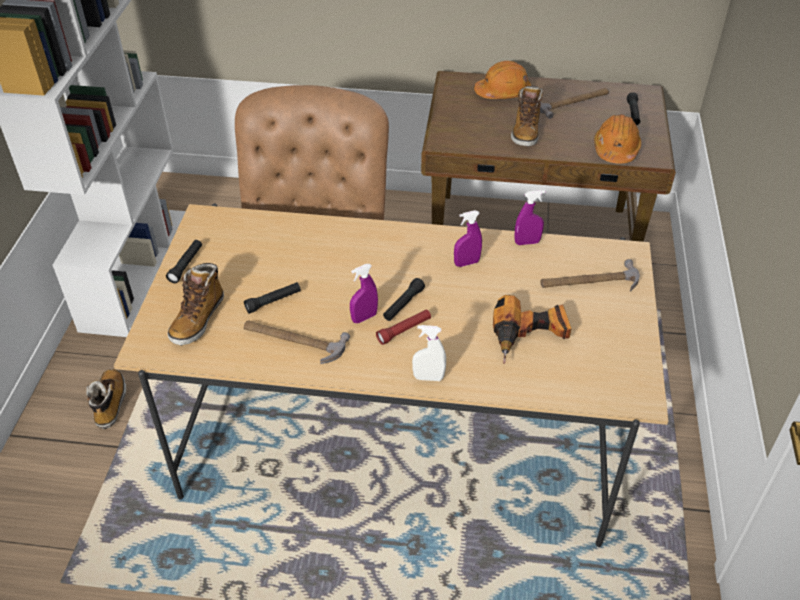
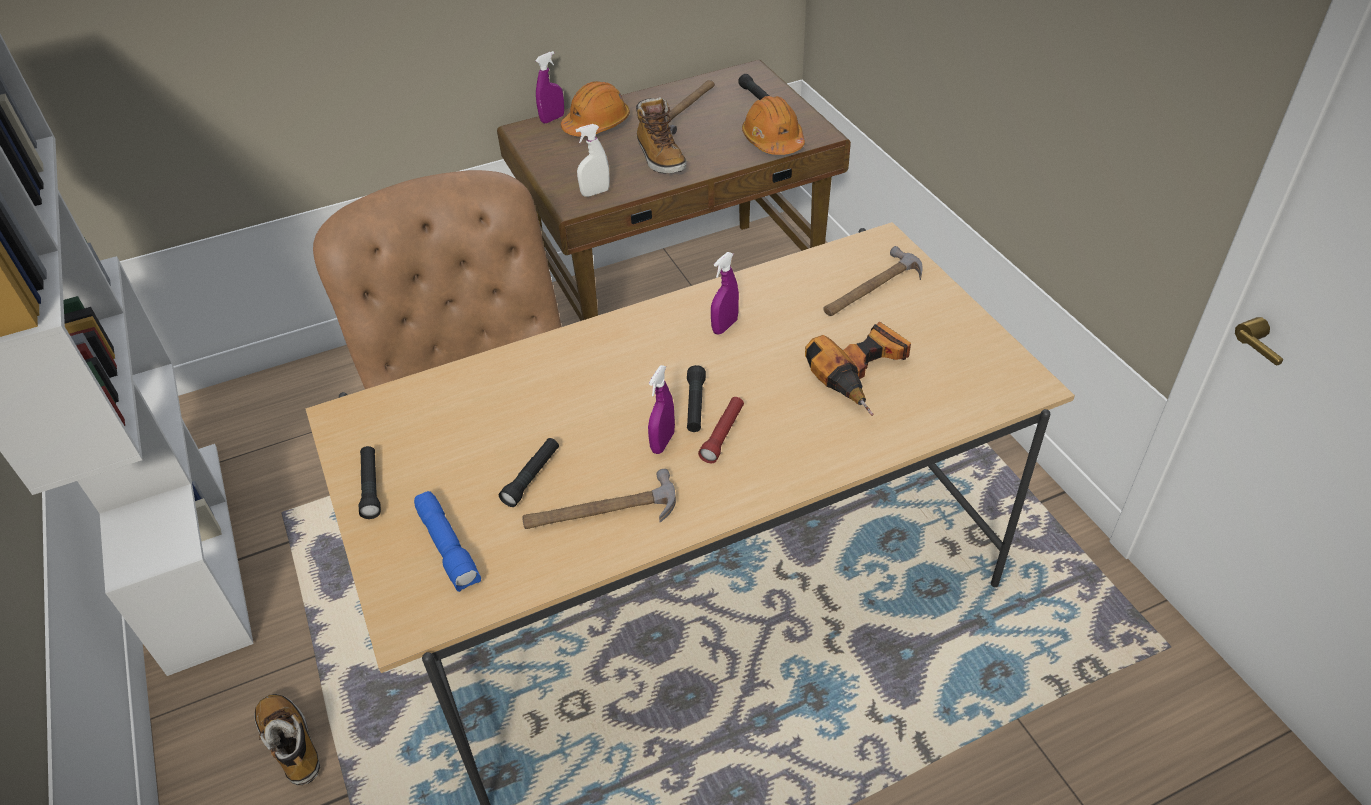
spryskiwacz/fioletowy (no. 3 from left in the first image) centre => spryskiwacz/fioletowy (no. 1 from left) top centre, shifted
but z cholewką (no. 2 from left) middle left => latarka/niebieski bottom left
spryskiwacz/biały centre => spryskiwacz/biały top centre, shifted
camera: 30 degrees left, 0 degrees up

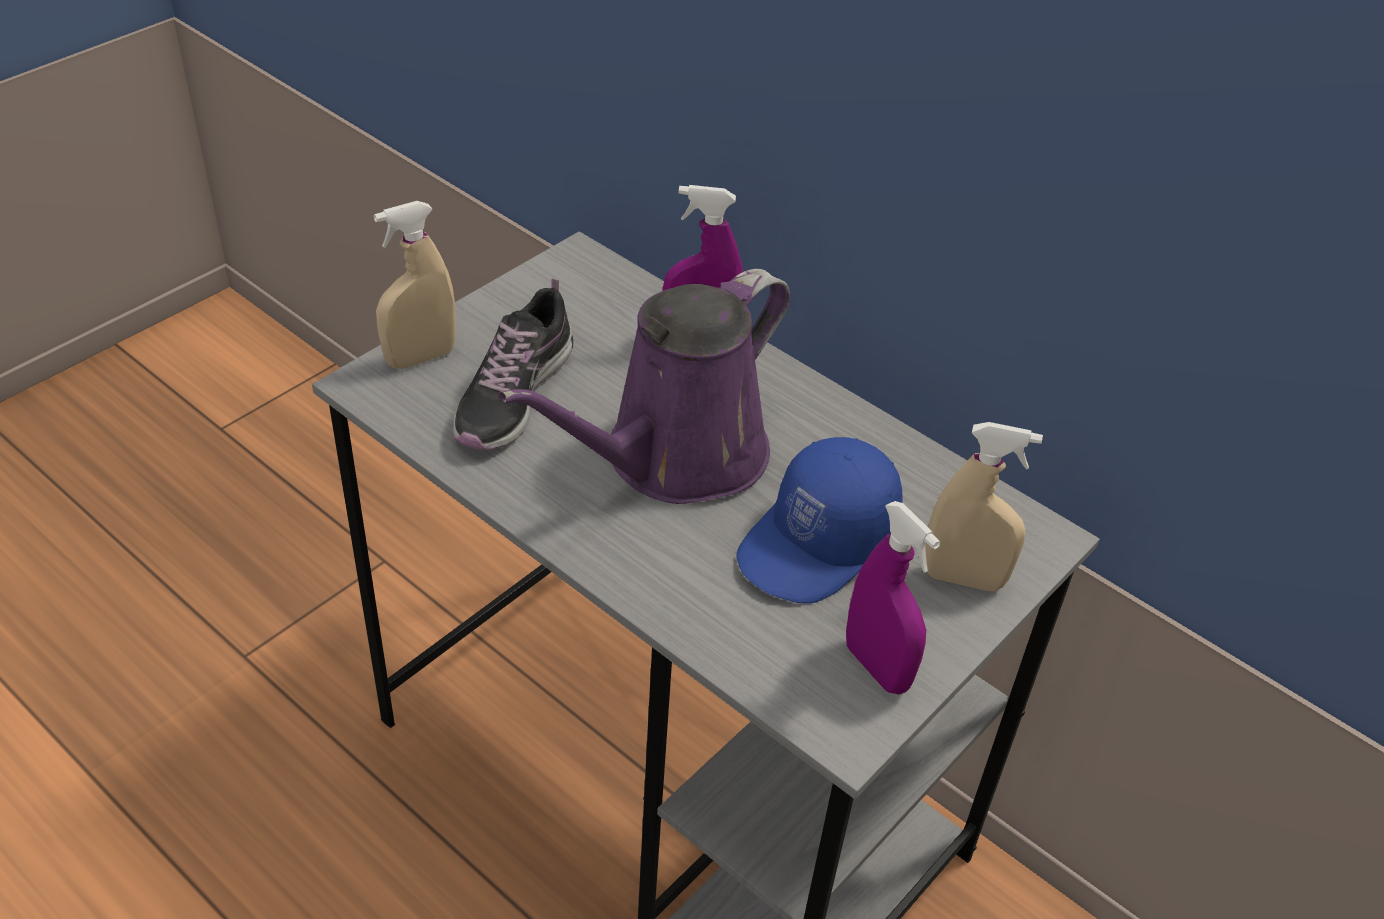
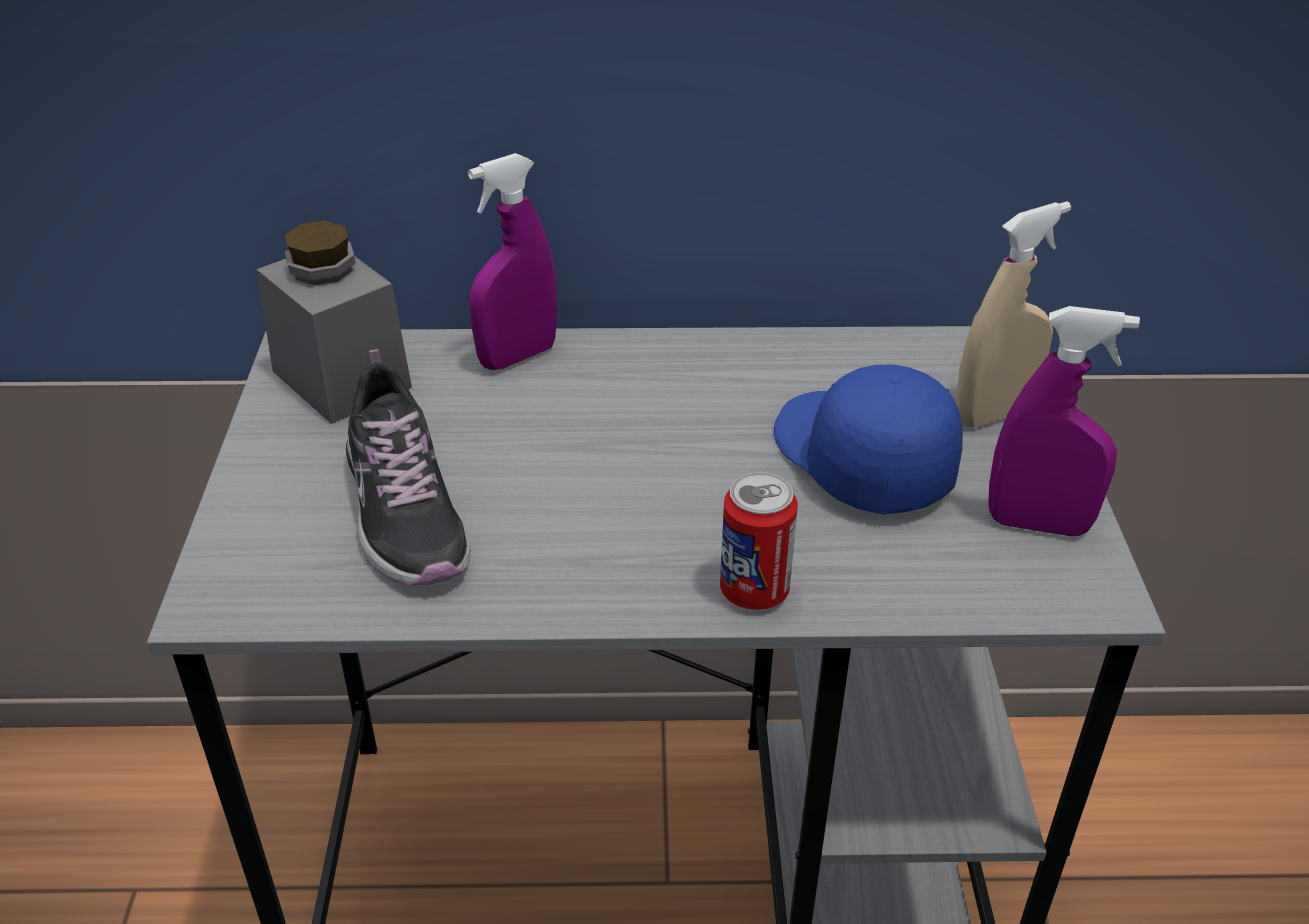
spryskiwacz/beżowy (no. 1 from left) top left => nothing
konewka/fioletowy centre => nothing
czapka z daszkiem/niebieski centre, 150 degrees clockwise
nothing => słoik/szary middle left
nothing => puszka centre
camera: 40 degrees left, 5 degrees down

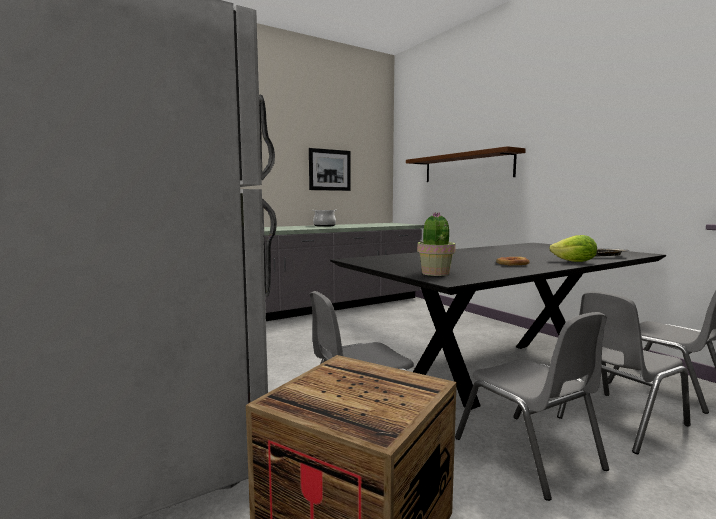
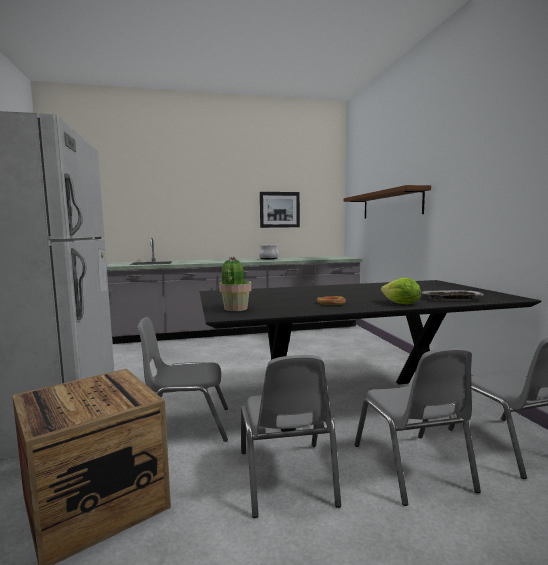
krzesło/szary (no. 3 from left) bottom right, 90 degrees counterclockwise
camera: 20 degrees right, 0 degrees up

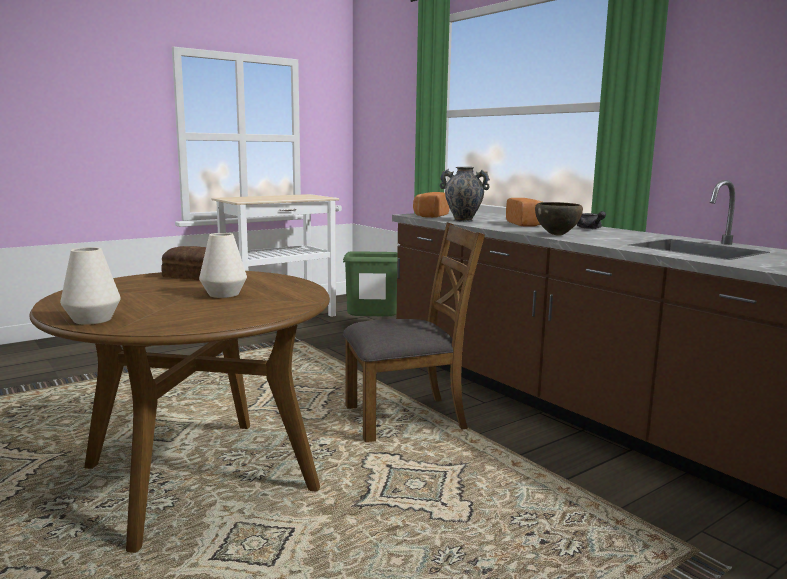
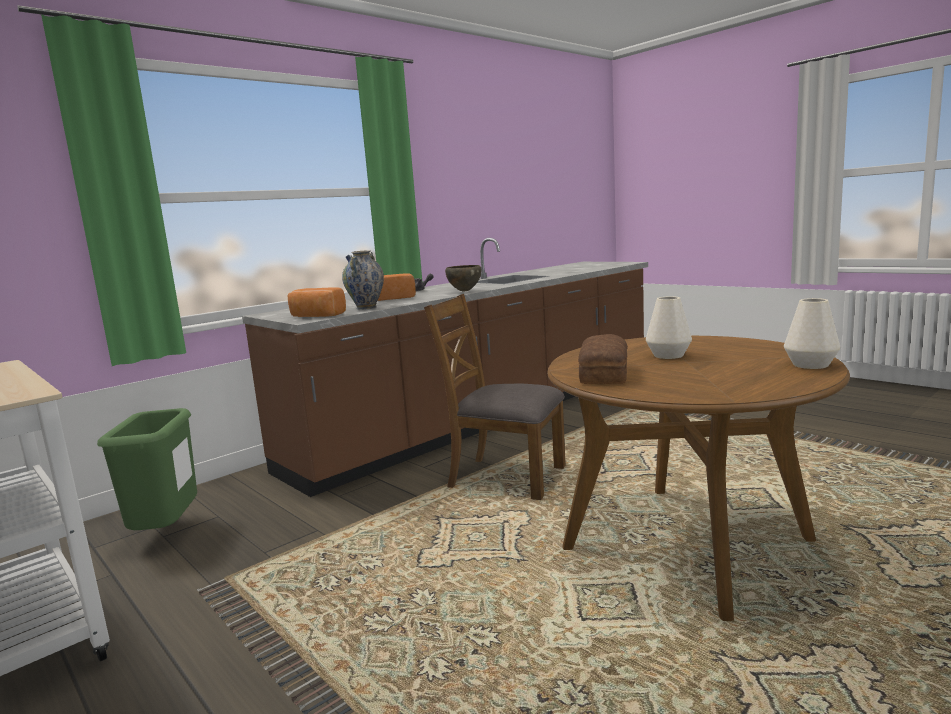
krzesło/brązowy centre, 45 degrees counterclockwise
camera: 95 degrees left, 0 degrees up

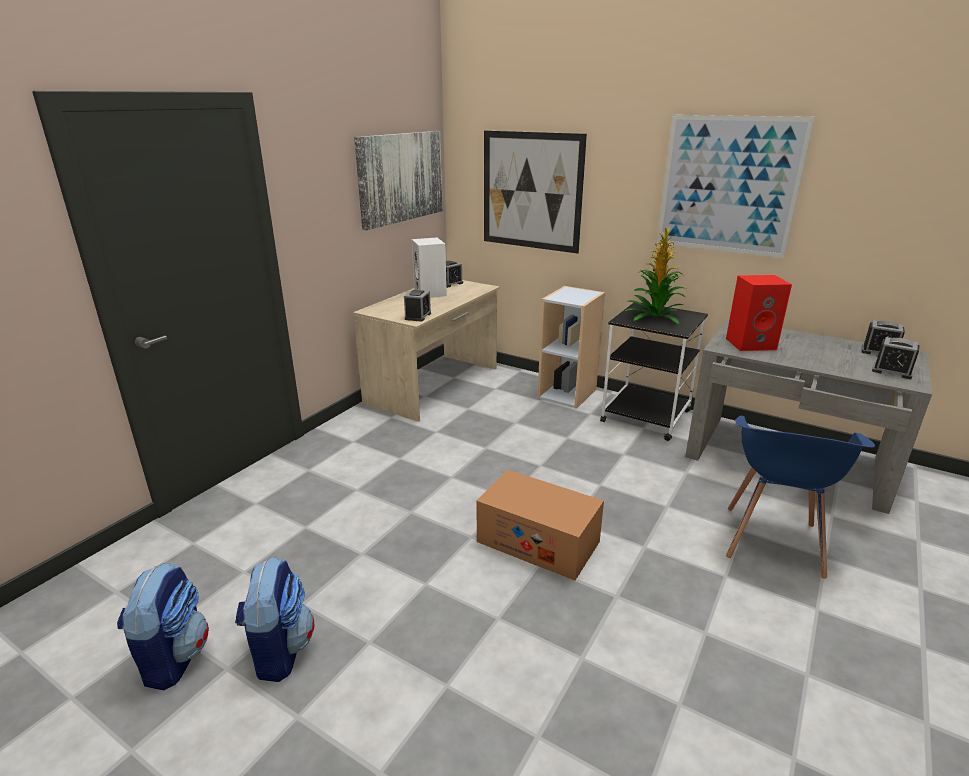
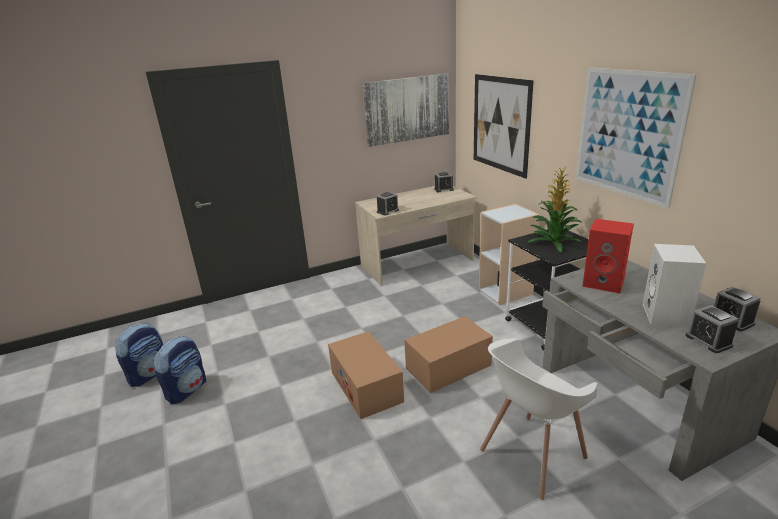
głośnik/biały centre => głośnik/biały middle right, shifted
krzesło/niebieski middle right => krzesło/biały bottom right
nothing => karton (no. 2 from left) bottom centre
camera: 35 degrees right, 0 degrees up

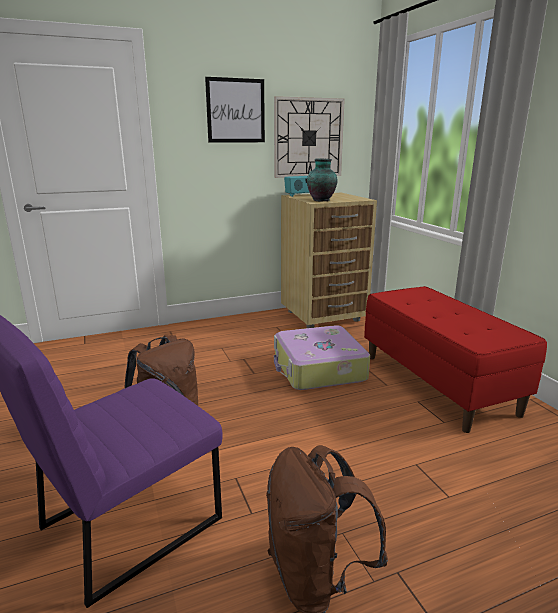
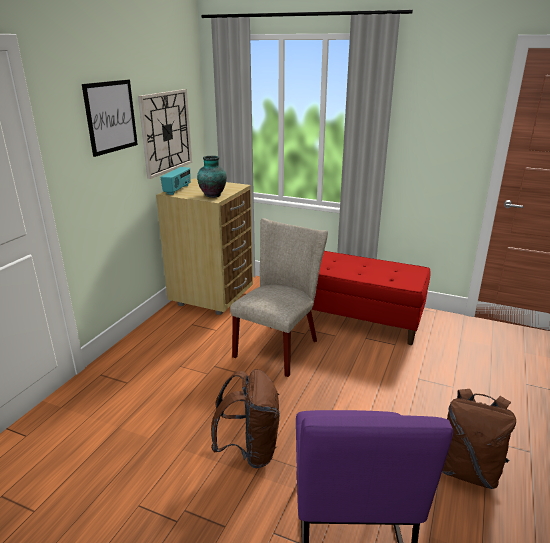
walizka centre => krzesło/beżowy centre
camera: 45 degrees left, 5 degrees up

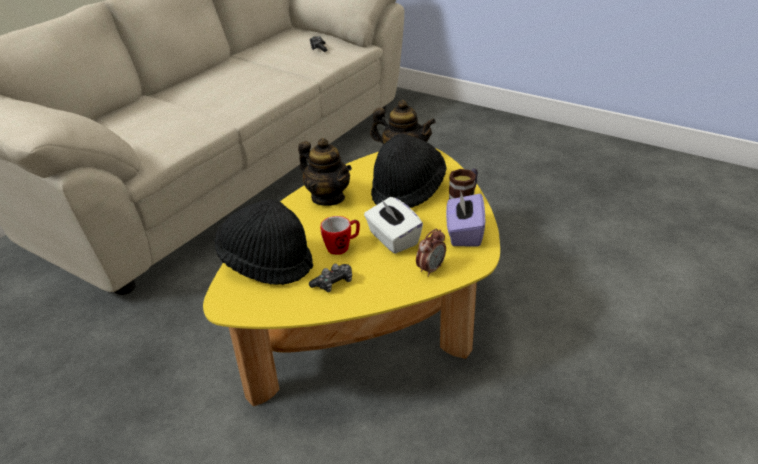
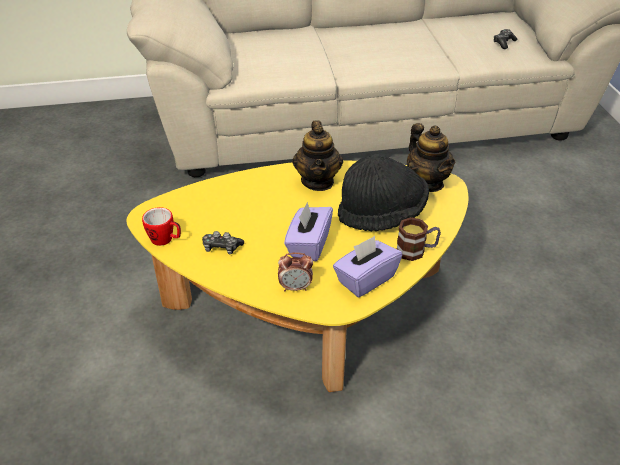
pudełko chusteczek/biały centre => pudełko chusteczek/fioletowy (no. 1 from left) centre
kapelusz/czarny (no. 1 from left) centre => nothing
kubek (no. 1 from left) centre => kubek (no. 1 from left) middle left, shifted
camera: 45 degrees right, 5 degrees up

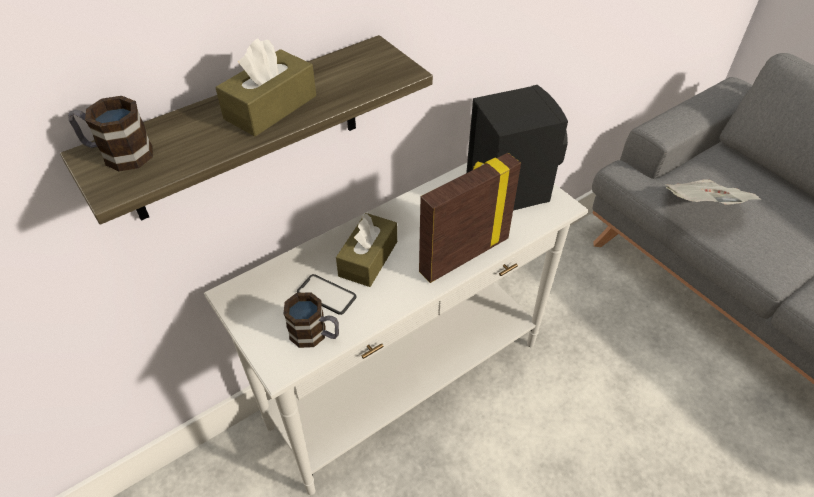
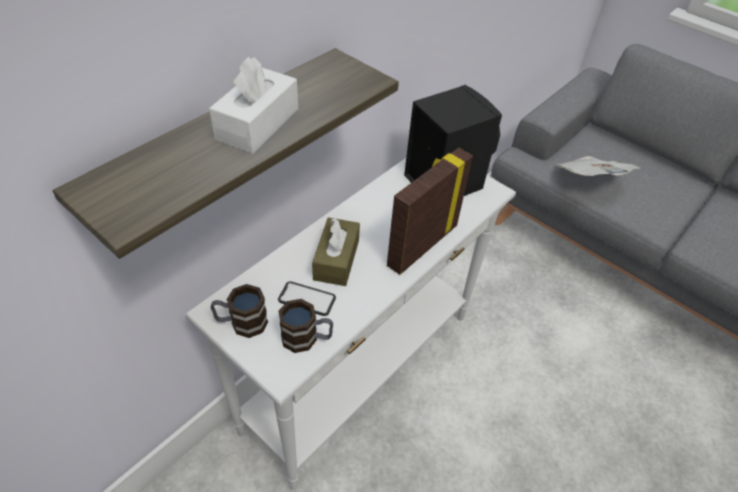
pudełko chusteczek/brązowy (no. 1 from left) top left => pudełko chusteczek/biały top centre
kubek (no. 1 from left) top left => kubek (no. 1 from left) middle left, shifted
camera: 15 degrees left, 0 degrees up

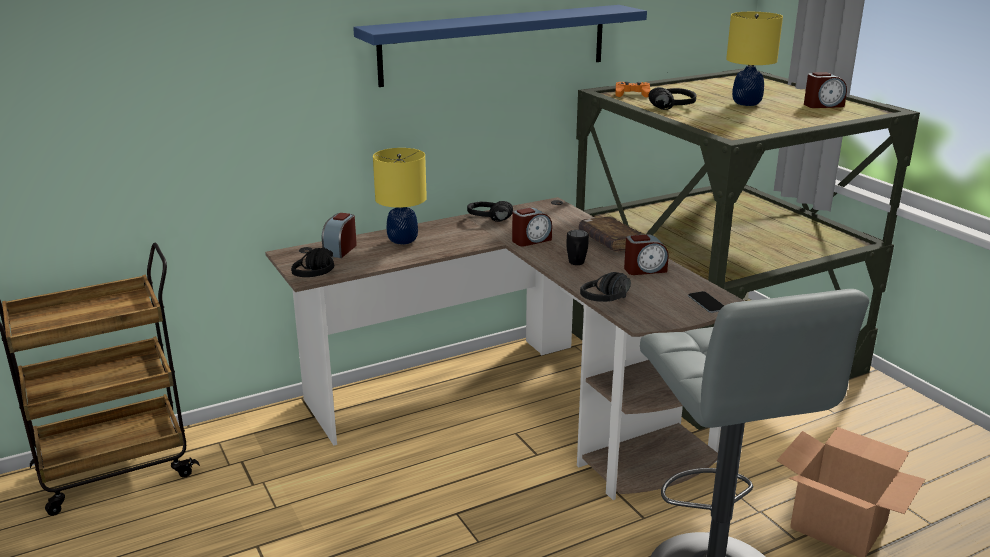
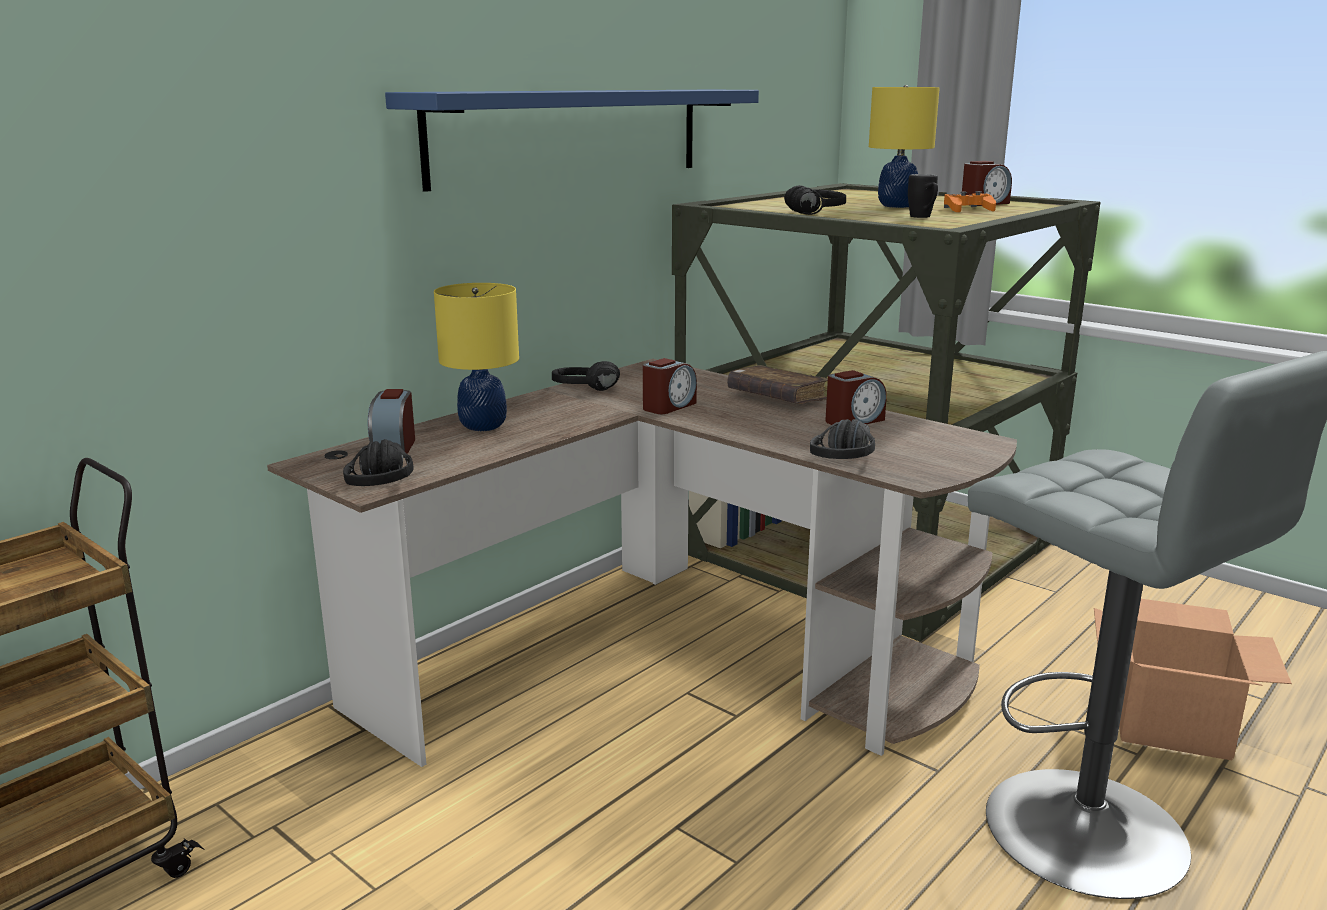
pad do gier/pomarańczowy top centre => pad do gier/pomarańczowy top right, shifted
kubek/czarny centre => kubek/czarny top right, shifted
telefon middle right => nothing
camera: 20 degrees left, 5 degrees down

